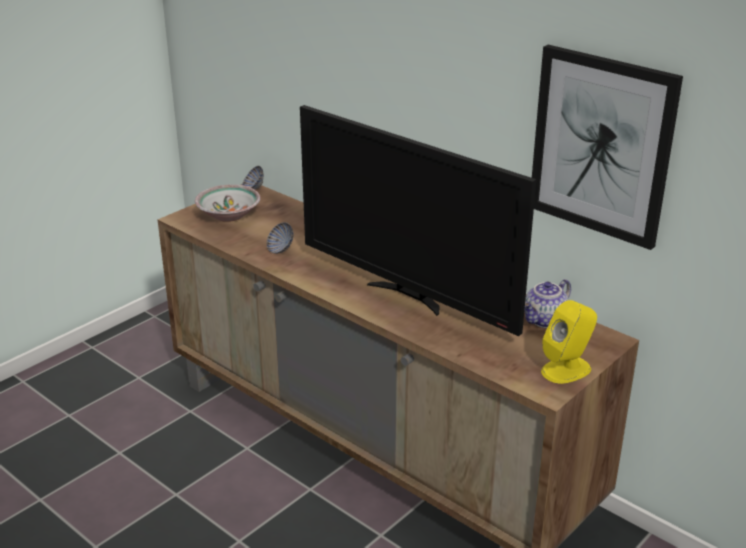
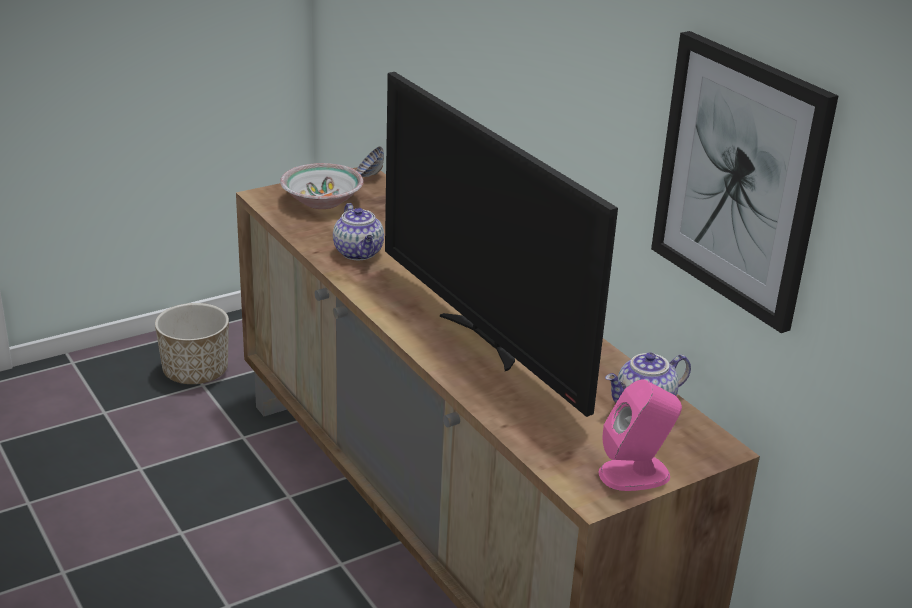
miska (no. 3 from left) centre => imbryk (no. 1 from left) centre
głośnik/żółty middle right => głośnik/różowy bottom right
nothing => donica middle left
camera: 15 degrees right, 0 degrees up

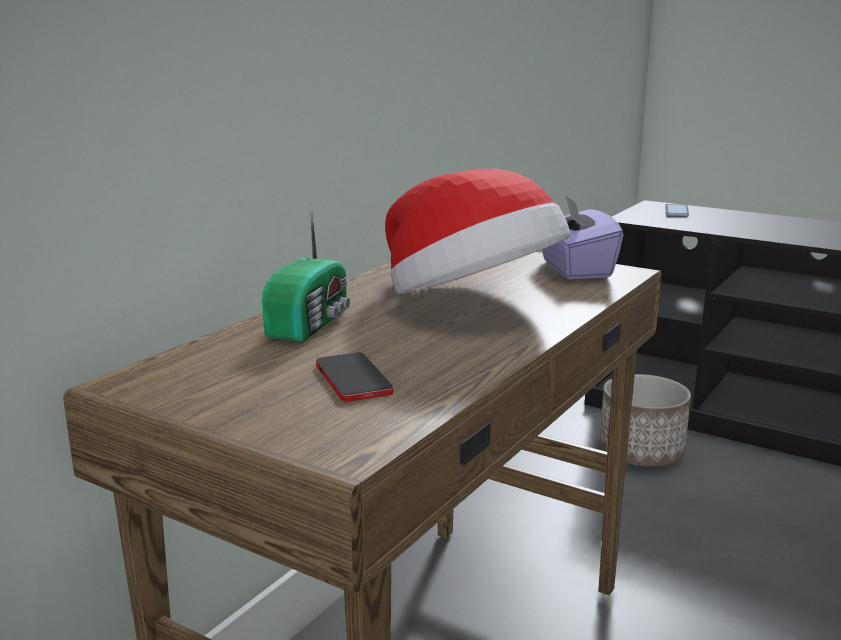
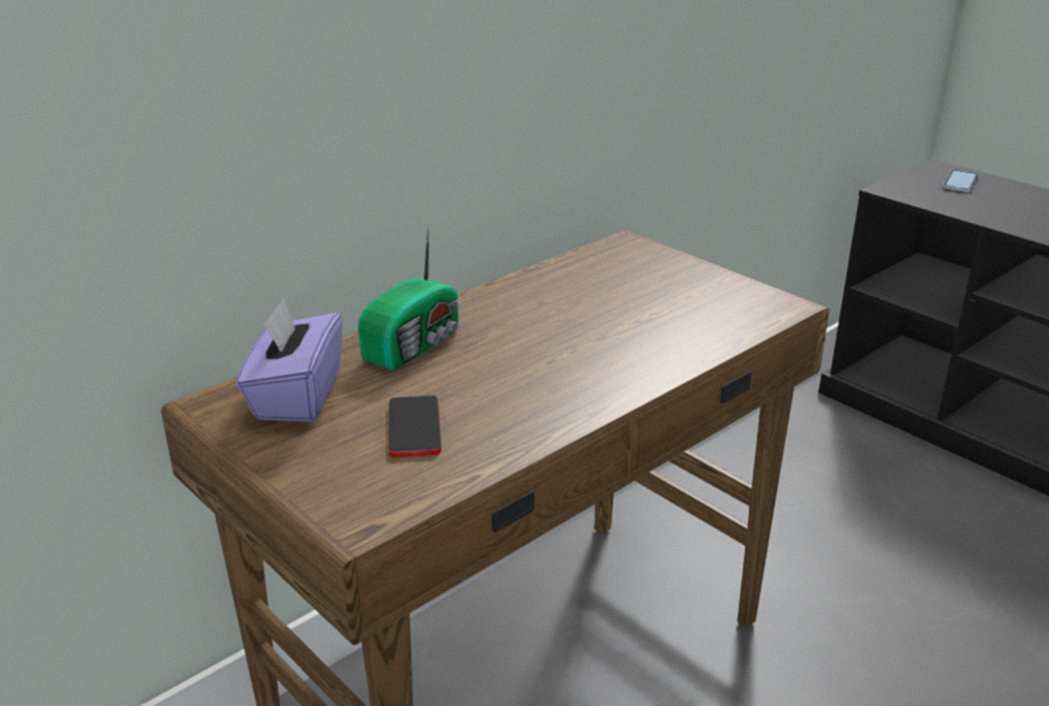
kapelusz centre => nothing
pudełko chusteczek/fioletowy middle right => pudełko chusteczek/fioletowy middle left, shifted
donica middle right => nothing
camera: 15 degrees right, 10 degrees up

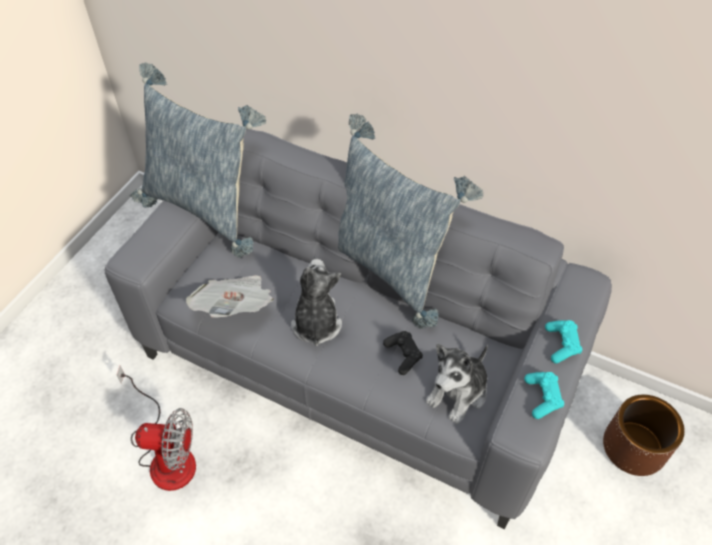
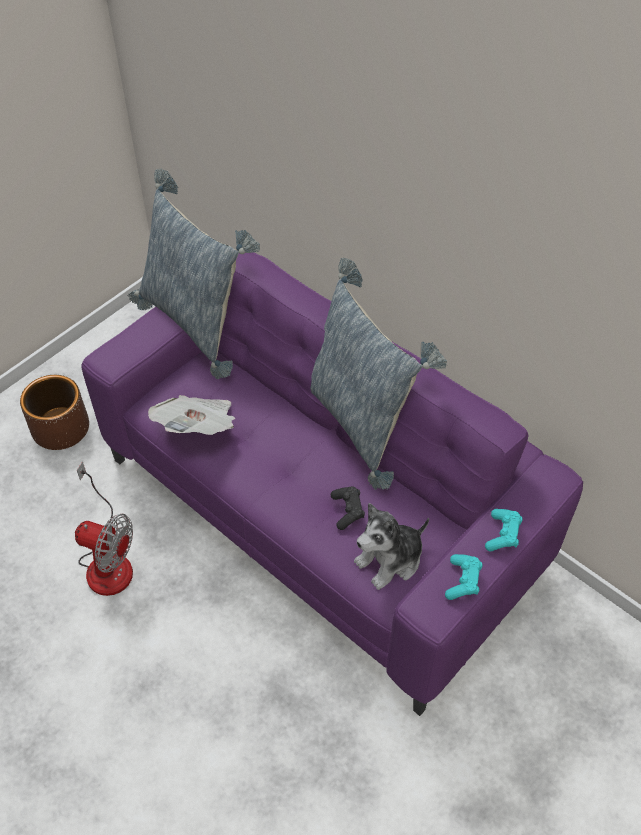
kanapa/szary centre => kanapa/fioletowy centre
pluszak (no. 1 from left) centre => nothing
donica/brązowy bottom right => donica/brązowy middle left, shifted
camera: 15 degrees right, 0 degrees up

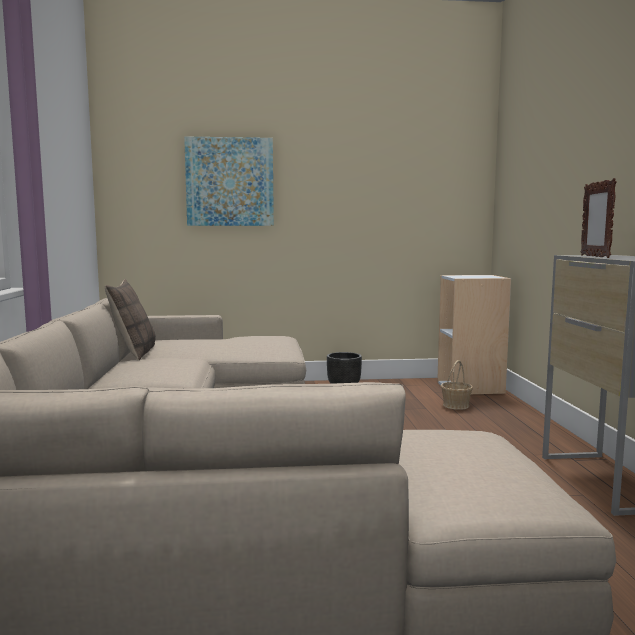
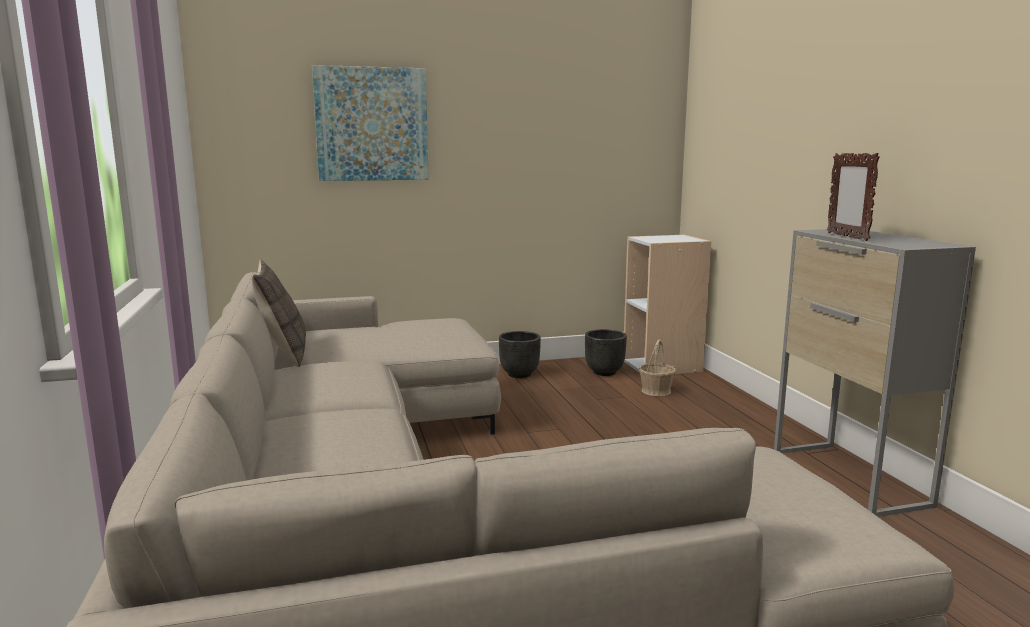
nothing => donica/czarny (no. 2 from left) centre
camera: 10 degrees left, 5 degrees up

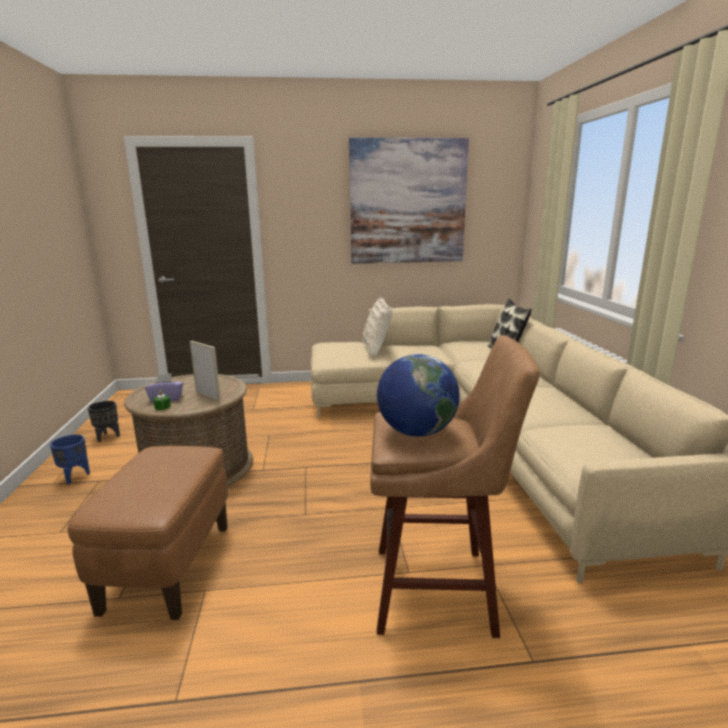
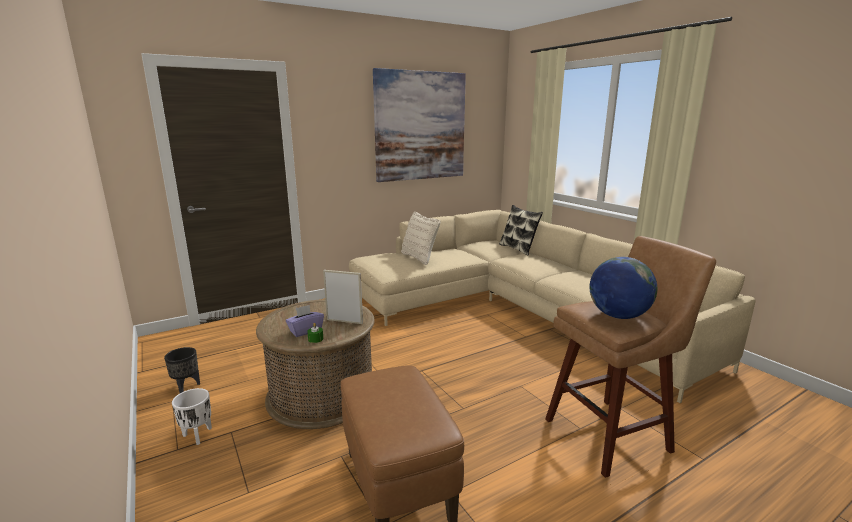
donica/niebieski middle left => donica/biały bottom left
camera: 25 degrees left, 0 degrees up

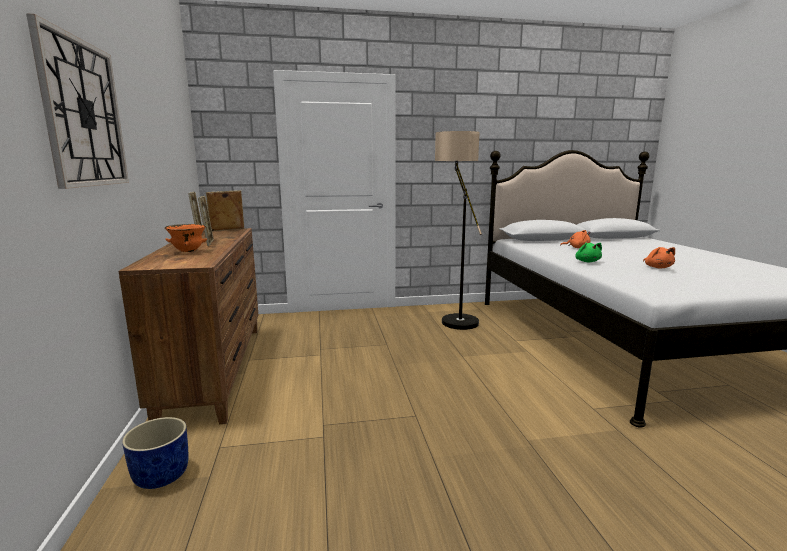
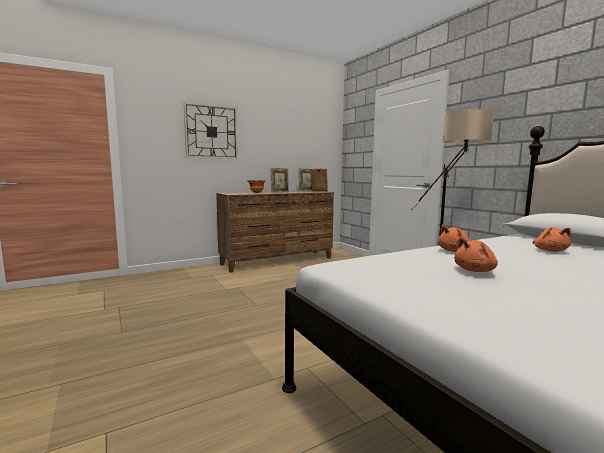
pluszak/zielony middle right => pluszak/pomarańczowy (no. 1 from left) middle right
donica/niebieski bottom left => nothing
camera: 70 degrees right, 5 degrees down

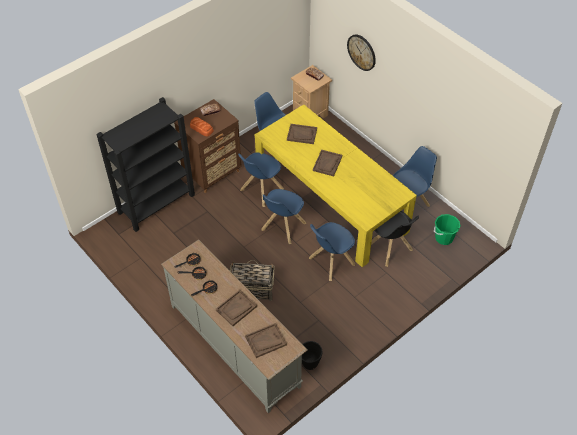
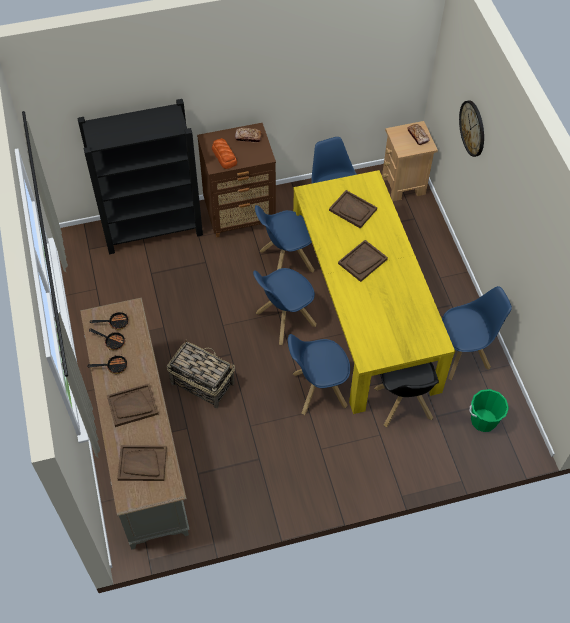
donica/czarny bottom centre => nothing
camera: 25 degrees right, 5 degrees up

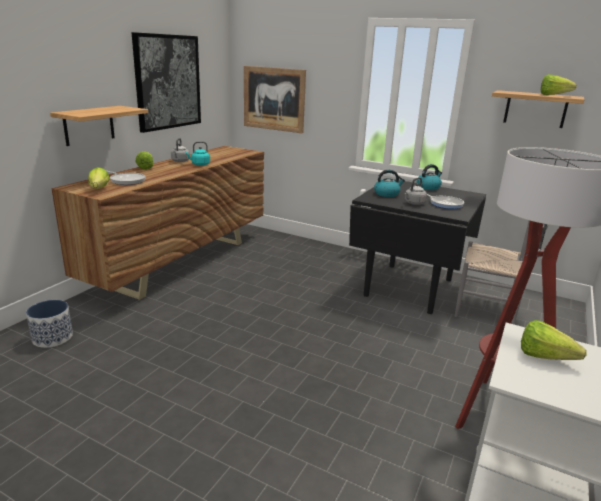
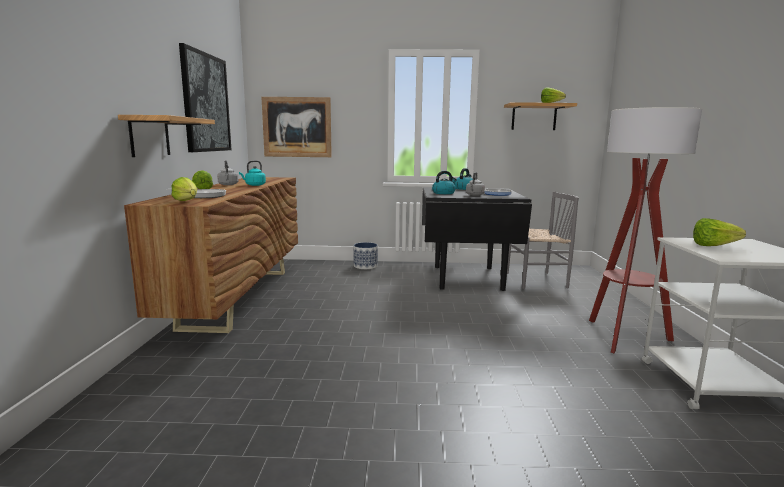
donica middle left => donica centre, shifted
camera: 25 degrees left, 10 degrees down

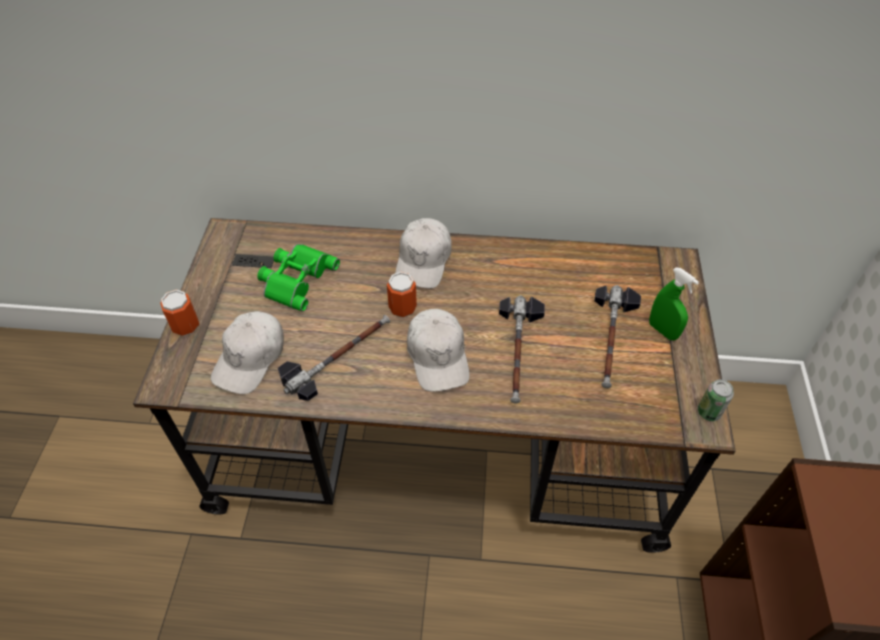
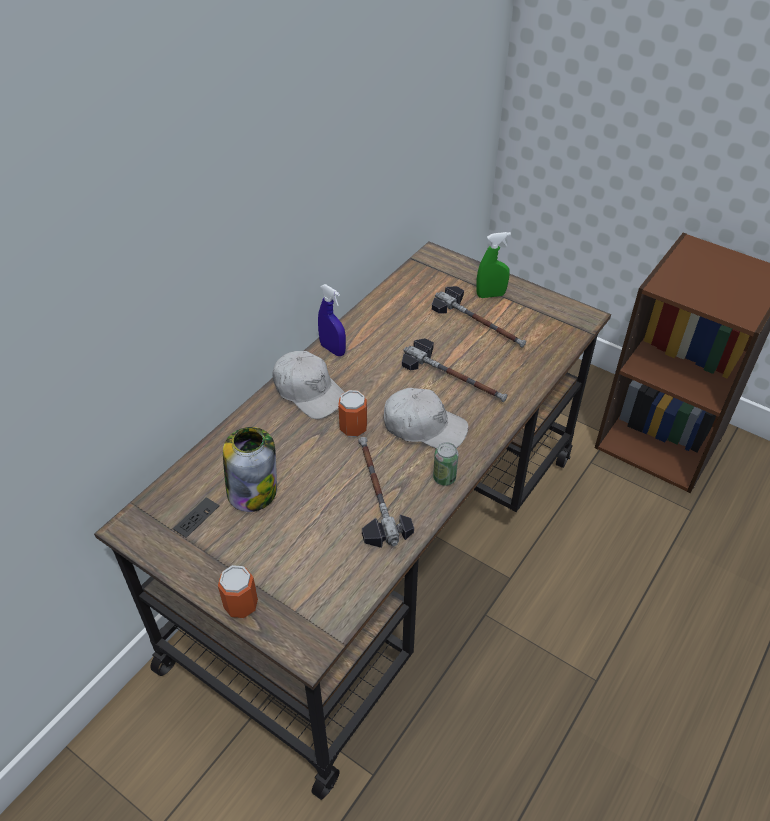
lornetka/zielony centre => słoik middle left
czapka z daszkiem/biały (no. 1 from left) middle left => nothing
puszka (no. 3 from left) middle right => puszka (no. 3 from left) centre, shifted
nothing => spryskiwacz/niebieski centre
camera: 60 degrees left, 5 degrees down

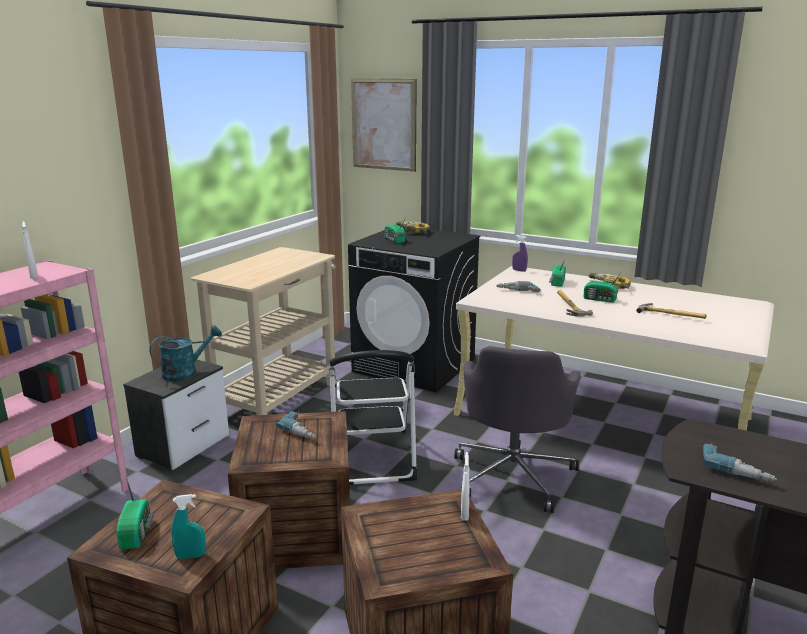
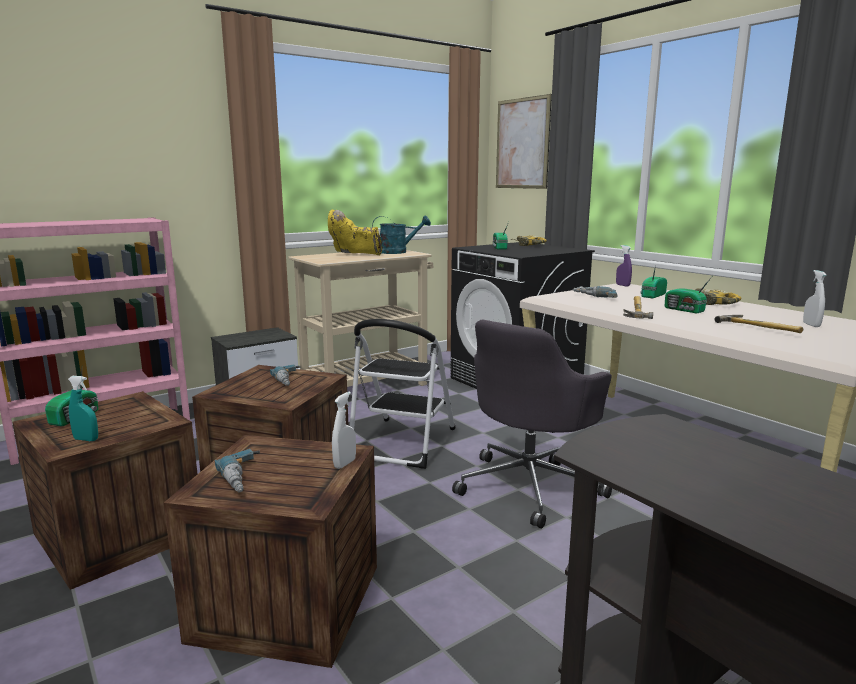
spryskiwacz/biały (no. 1 from left in the first image) middle left => spryskiwacz/biały (no. 2 from left) middle right, shifted
konewka/turkusowy middle left => konewka/turkusowy centre, shifted
wiertarka (no. 5 from left in the first image) bottom right => wiertarka (no. 1 from left) bottom left, shifted
nothing => but z cholewką/żółty centre
camera: 25 degrees right, 5 degrees down

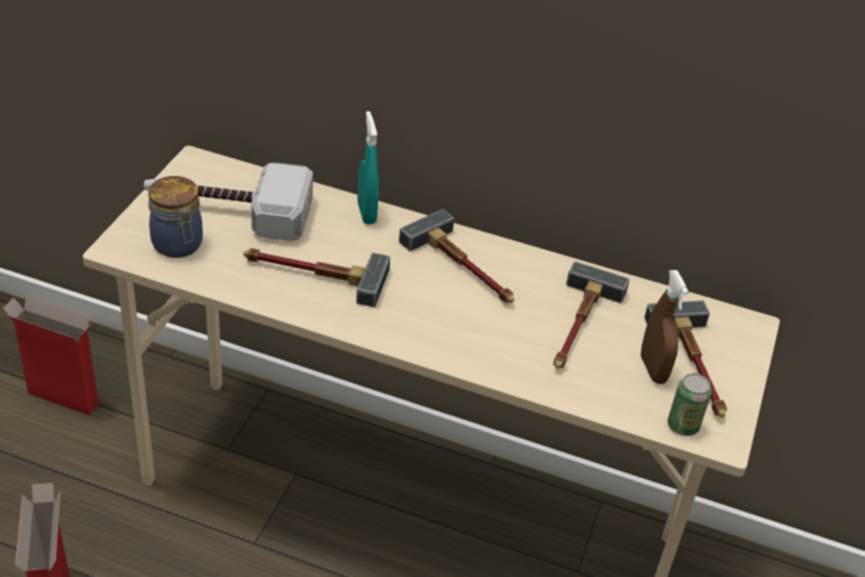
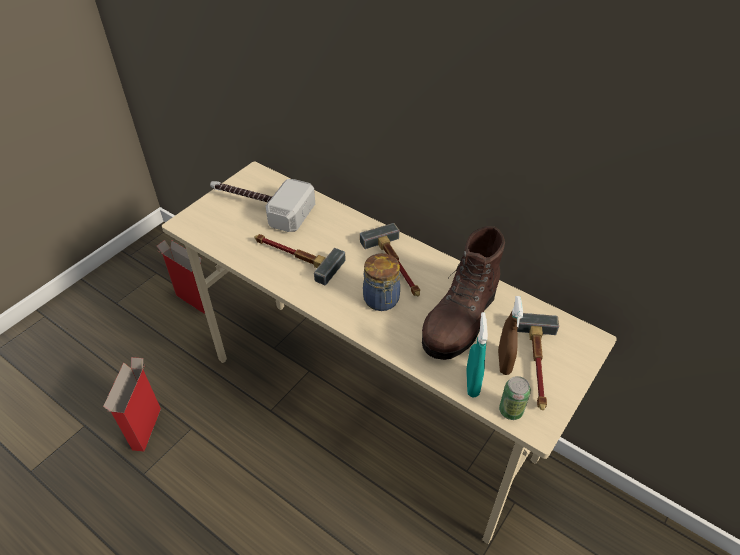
spryskiwacz/turkusowy top centre => spryskiwacz/turkusowy centre, shifted
słoik middle left => słoik centre, shifted
młotek (no. 4 from left) middle right => but z cholewką/brązowy centre
camera: 20 degrees right, 5 degrees up

